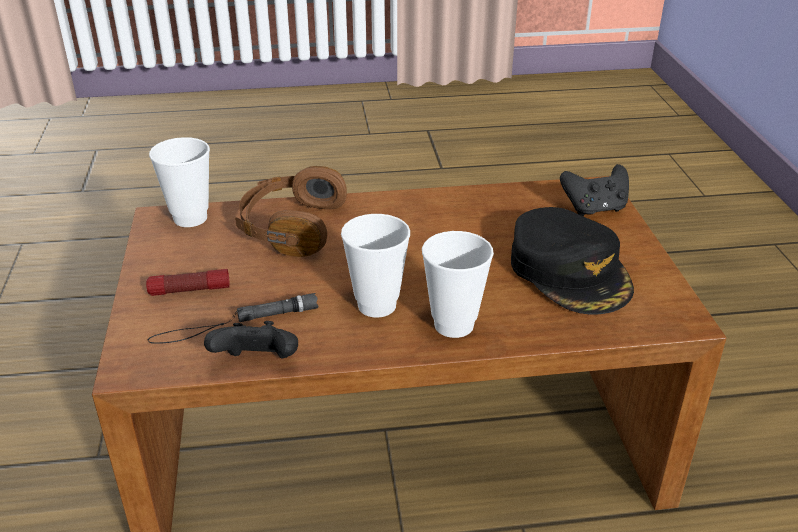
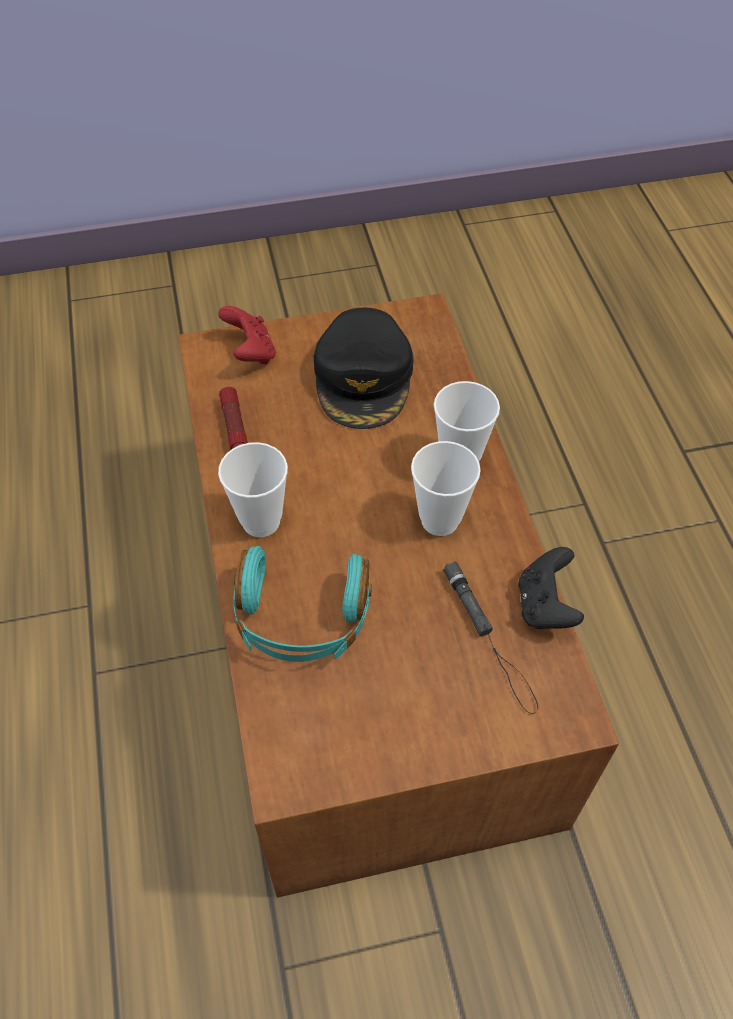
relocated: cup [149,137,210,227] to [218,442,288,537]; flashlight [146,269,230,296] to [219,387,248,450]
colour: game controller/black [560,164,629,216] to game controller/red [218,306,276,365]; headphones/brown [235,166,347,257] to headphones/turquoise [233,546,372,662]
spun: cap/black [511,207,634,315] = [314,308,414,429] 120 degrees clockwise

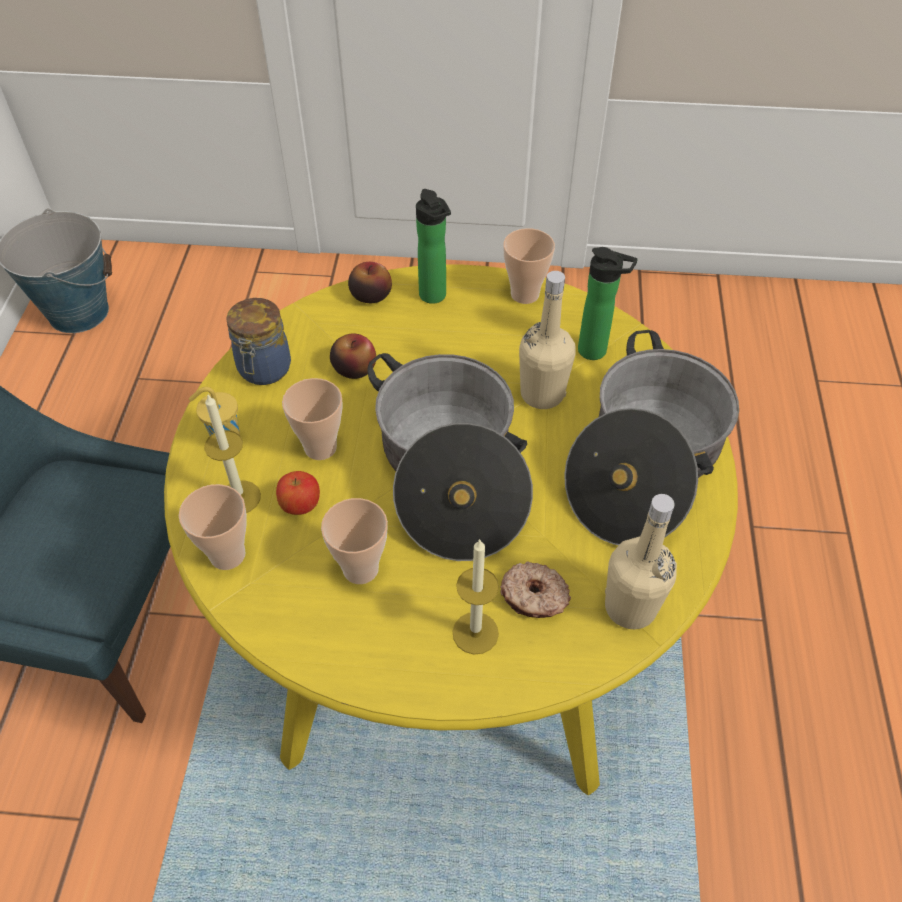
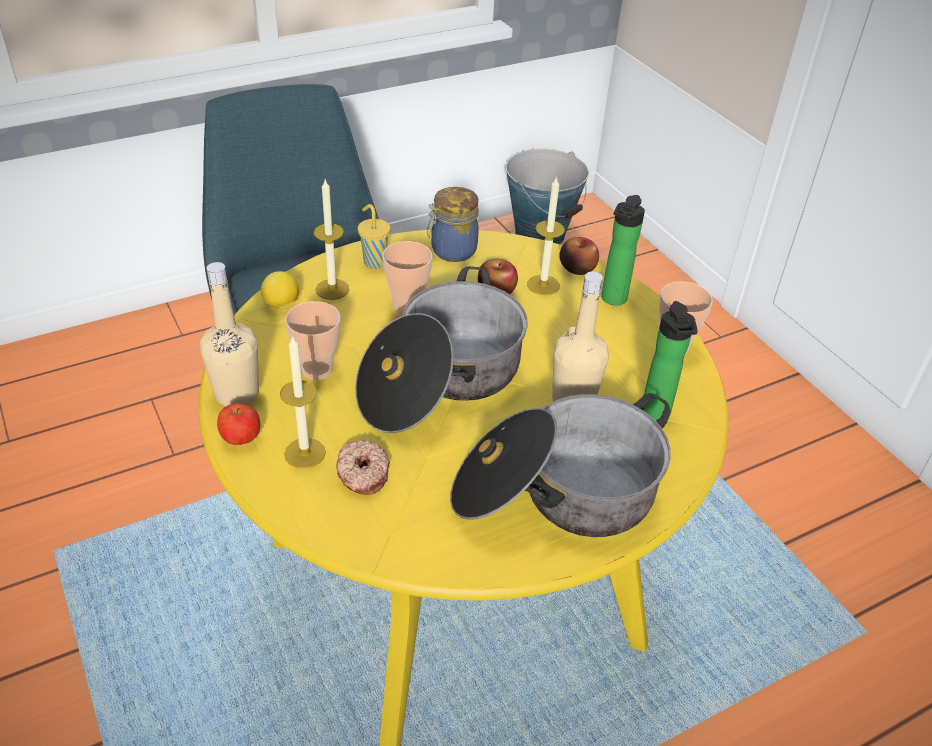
appeared: candle [527,176,565,295]
relocated: apple [276,471,320,515] to [217,403,260,445]; bottle/beige [605,494,677,629] to [200,262,259,406]
exchanged: cup [179,484,247,570] to lemon [261,271,299,308]

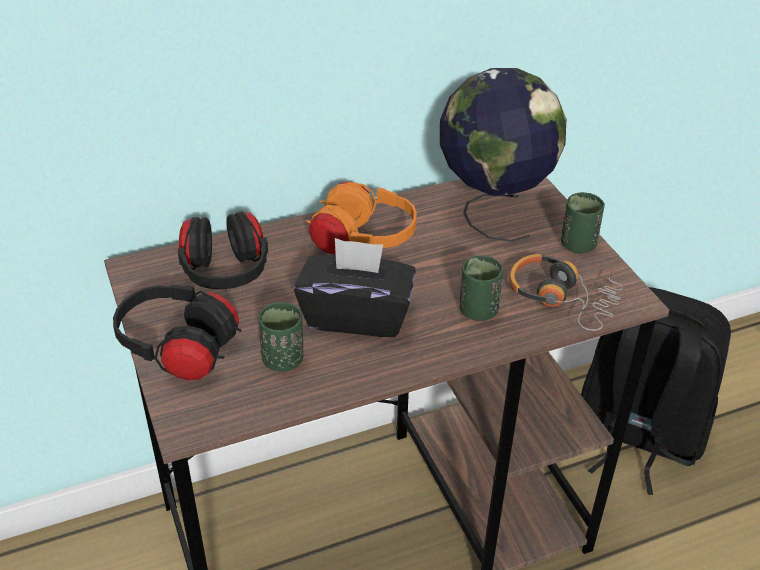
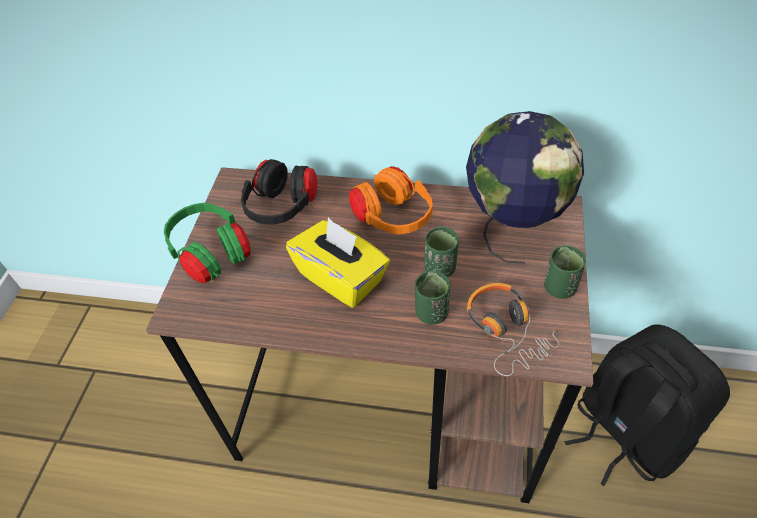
relocated: cup/green [258,302,303,372] to [424,226,459,277]
colour: tissue box/black [294,238,416,337] to tissue box/yellow [286,217,390,308]; headphones/black [113,285,242,381] to headphones/green [164,203,251,283]

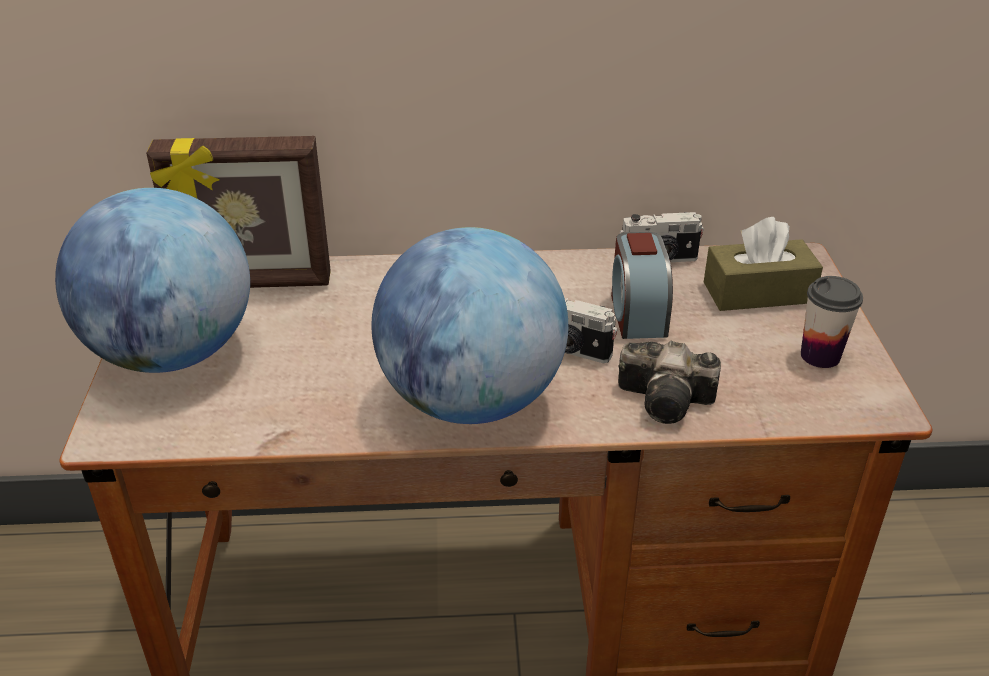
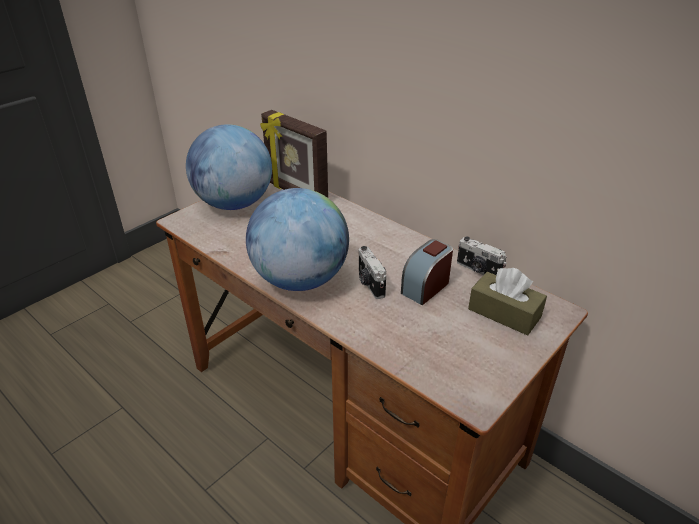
missing: cup [801,276,863,368]; photo camera [618,340,721,424]

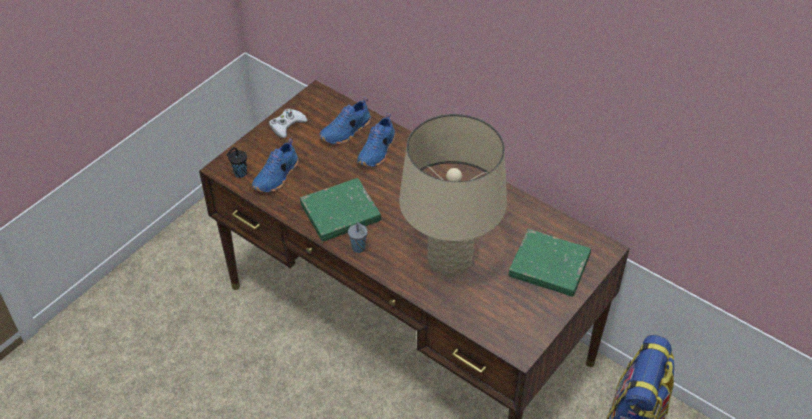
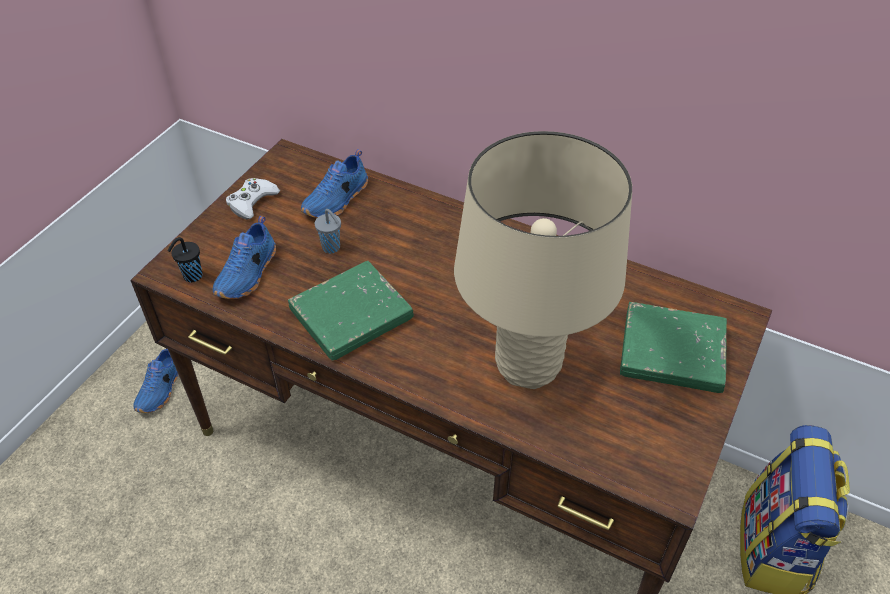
relocated: shoe/blue [357,113,395,167] to [133,348,179,413]; cup/grey [348,222,368,253] to [314,209,341,254]

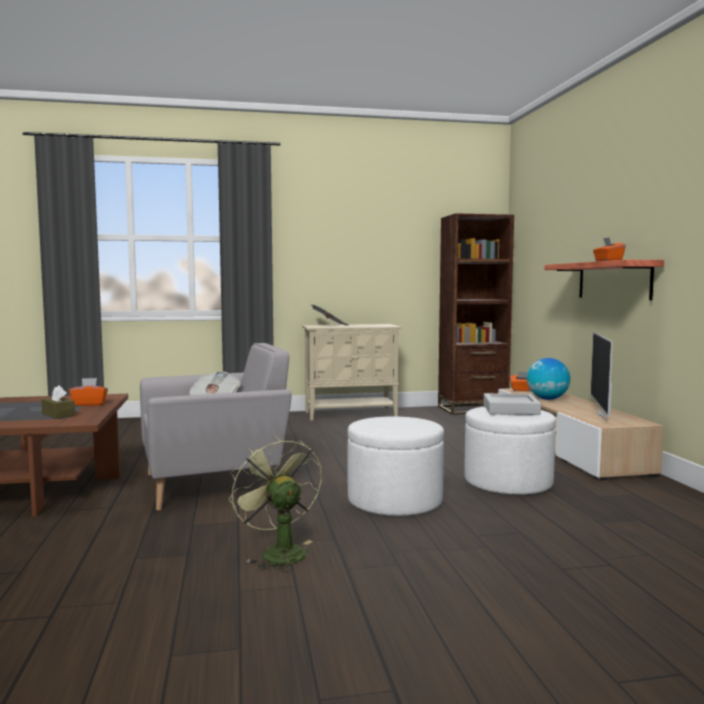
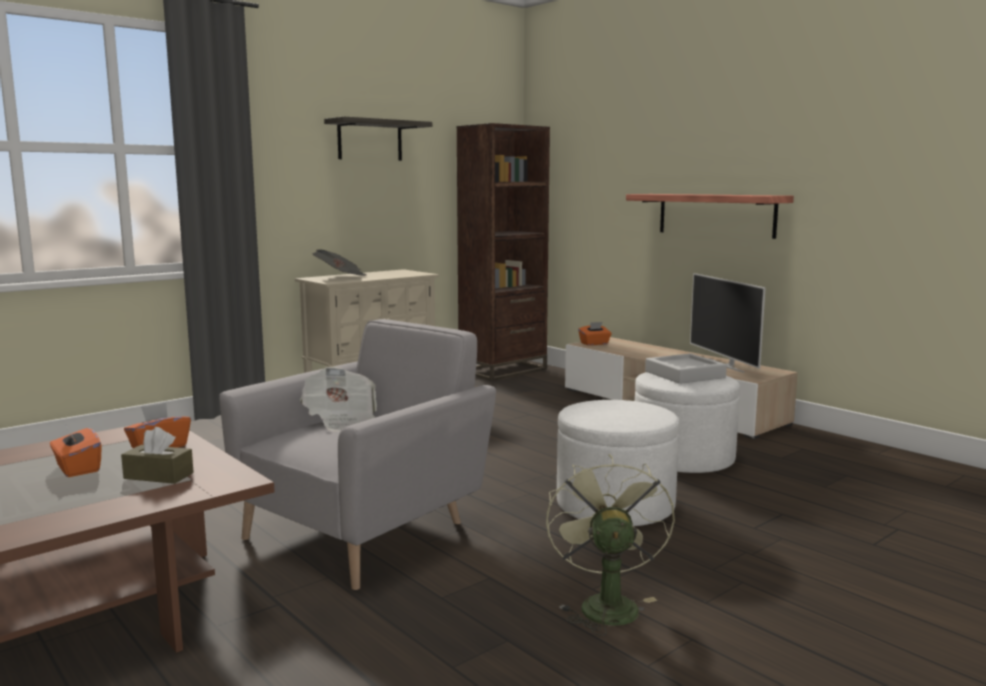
missing: globe [527,358,570,400]
appeared: shelf [324,116,432,161]
relocated: tissue box/orange [593,238,626,261] to [50,424,102,477]
spun: fan/green [229,435,322,572] = [546,454,675,636] 60 degrees clockwise

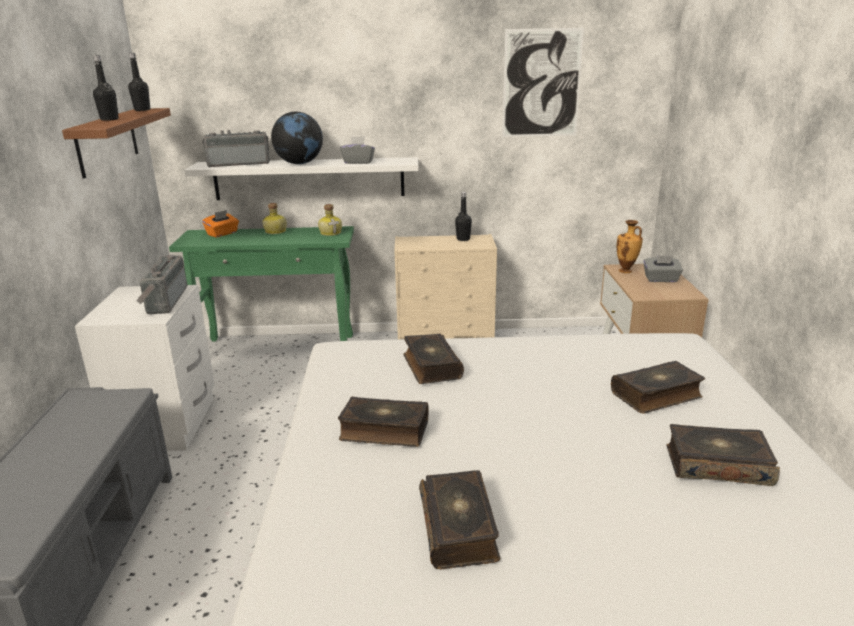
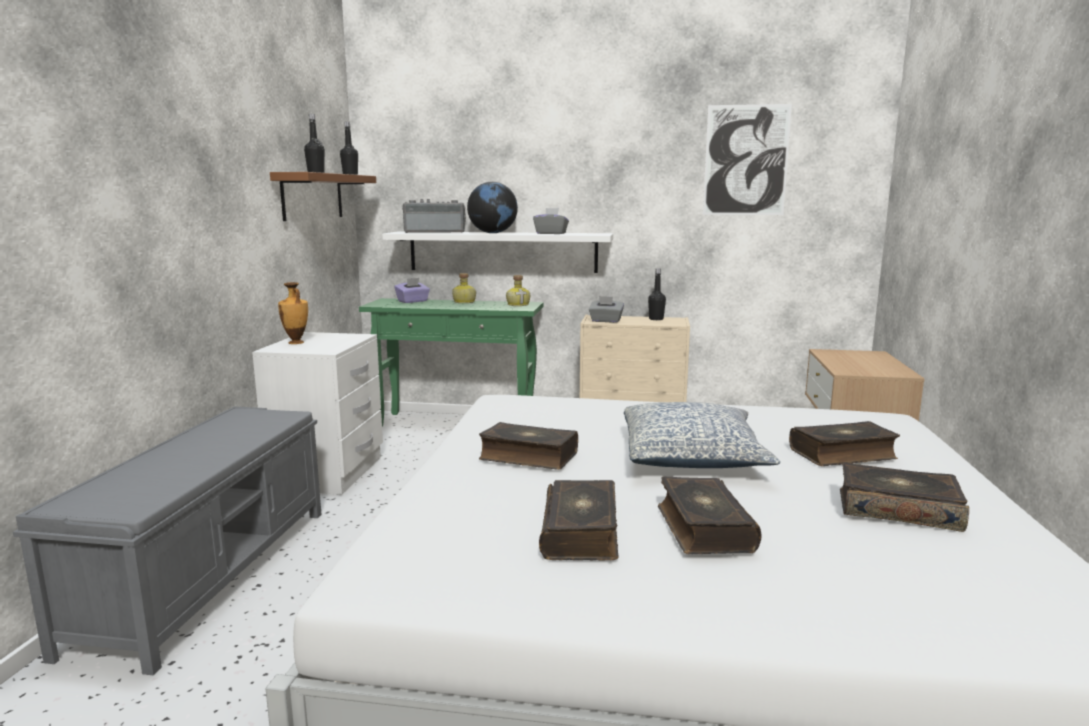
missing: radio [136,255,187,314]
appeared: pillow [624,402,780,468]
relocated: vase [617,220,643,273] to [278,282,308,344]; tissue box/grey [643,255,683,282] to [589,296,624,323]; book [404,334,464,384] to [658,477,762,554]
colour: tissue box/orange [202,210,239,237] to tissue box/purple [394,278,430,303]

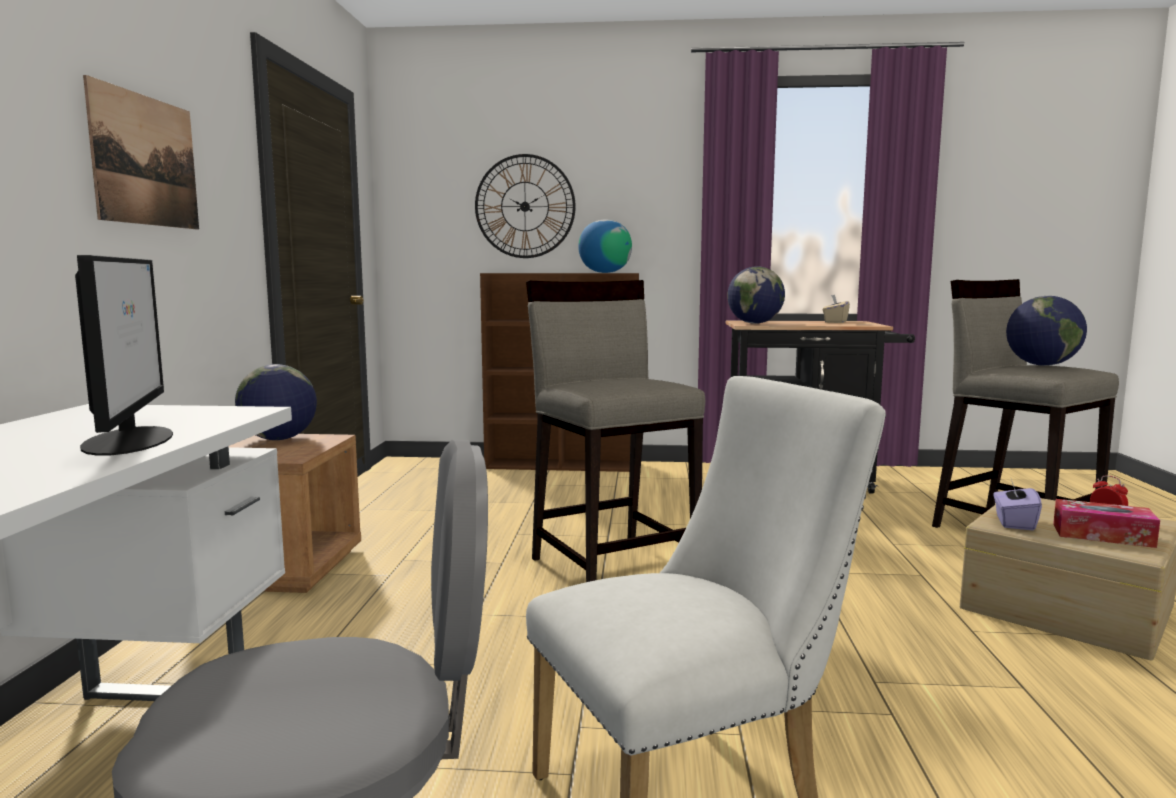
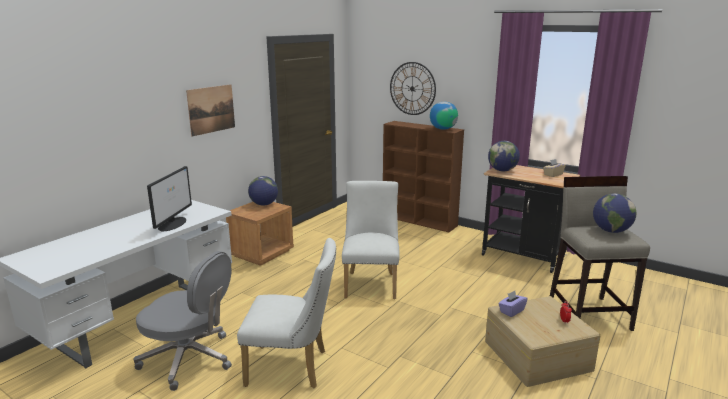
missing: tissue box [1053,499,1160,548]
exchanged: stool/beige [526,280,705,582] to chair/white [342,181,400,299]

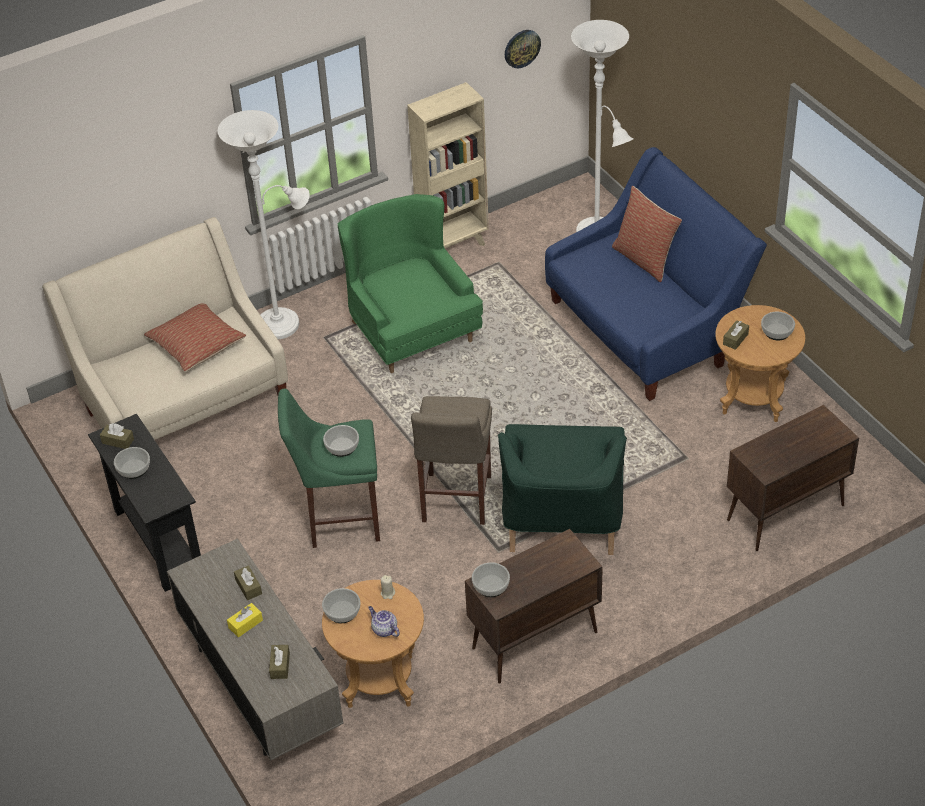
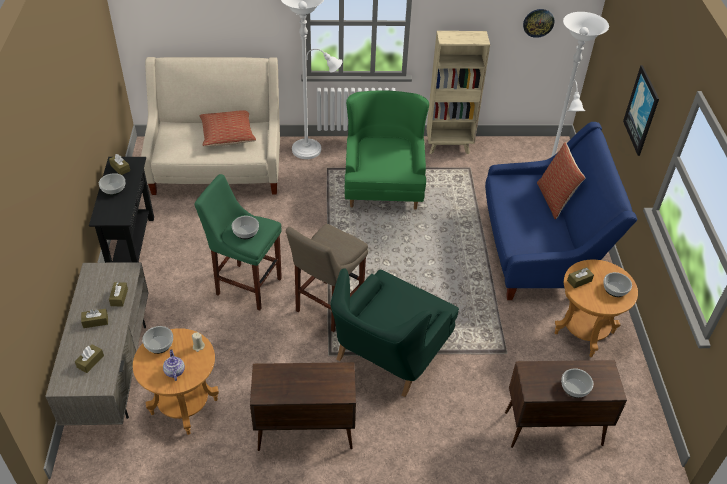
appeared: picture [623,65,659,156]
relocated: bowl [472,562,510,597] to [561,368,593,398]
colour: tissue box/yellow [227,603,263,637] to tissue box/brown [81,309,108,328]

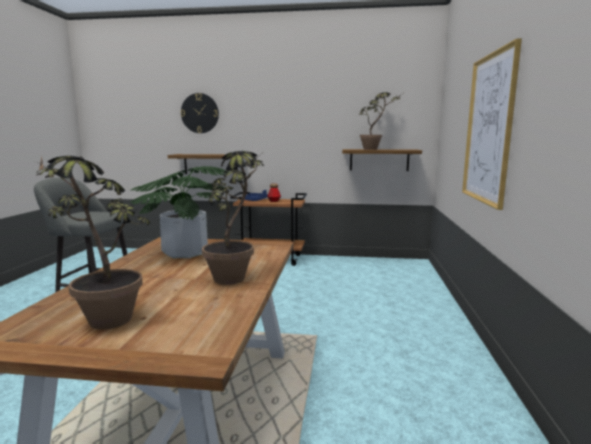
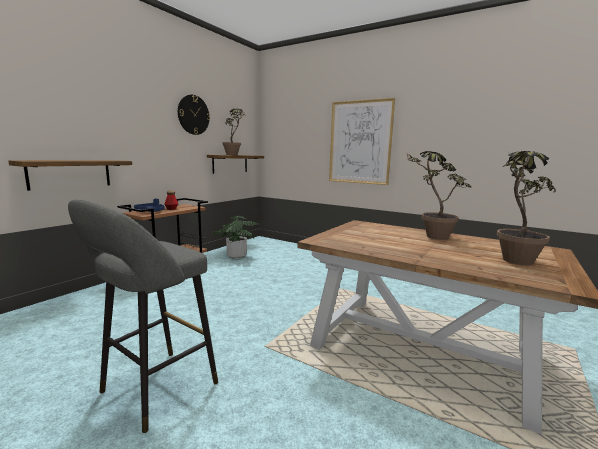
relocated: wall clock [181,93,219,133] to [178,95,210,135]; potted plant [129,166,229,258] to [212,216,259,259]

